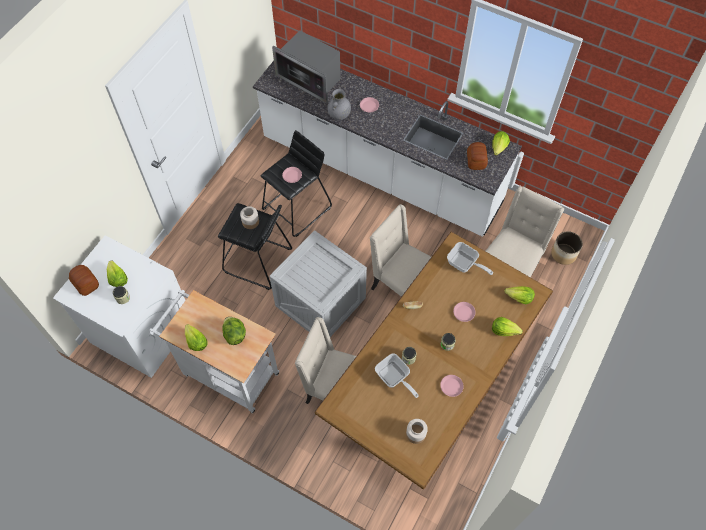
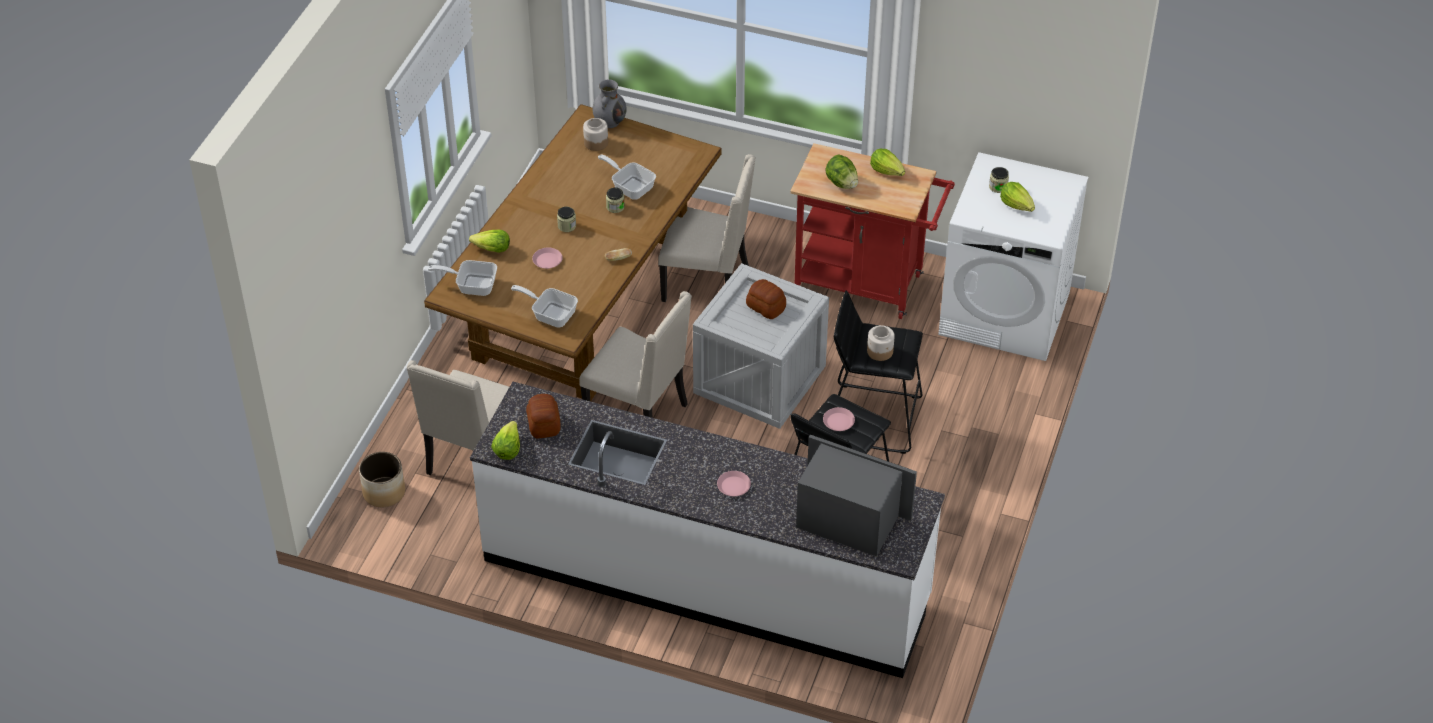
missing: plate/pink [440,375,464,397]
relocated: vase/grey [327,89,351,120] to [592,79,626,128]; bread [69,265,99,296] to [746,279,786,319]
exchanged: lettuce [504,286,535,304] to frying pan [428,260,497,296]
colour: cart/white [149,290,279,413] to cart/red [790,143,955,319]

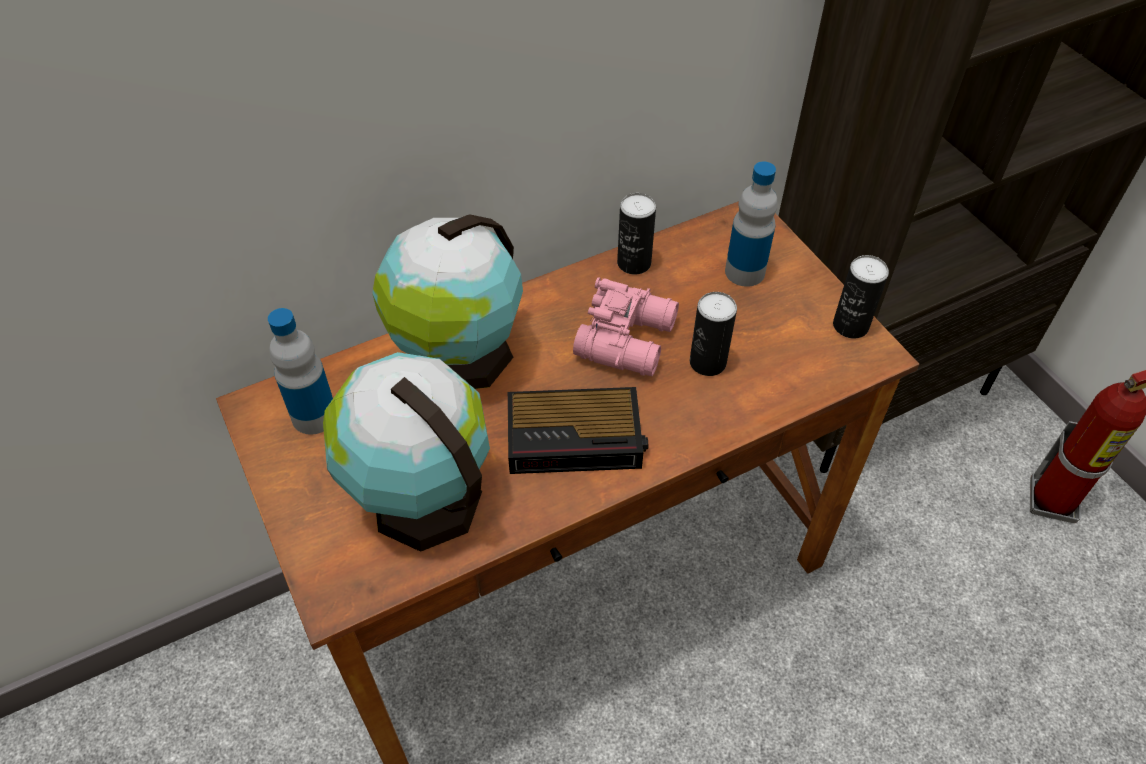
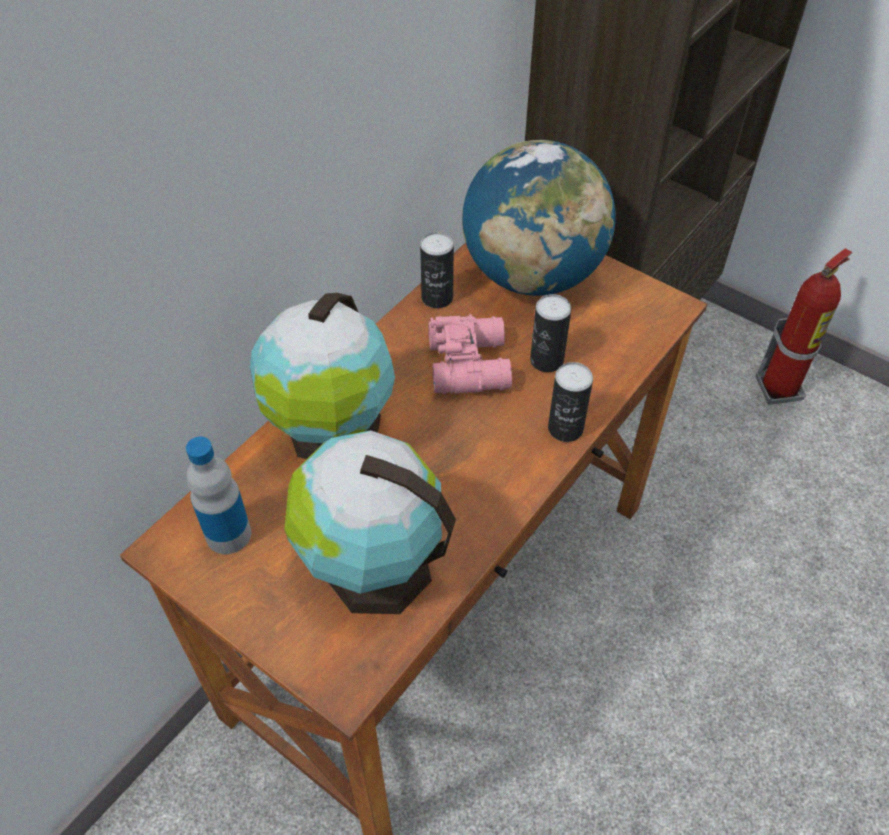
missing: alarm clock [508,387,648,474]
relocated: can [833,255,889,339] to [548,362,593,442]
exchanged: bottle [725,161,778,287] to globe [462,140,616,296]

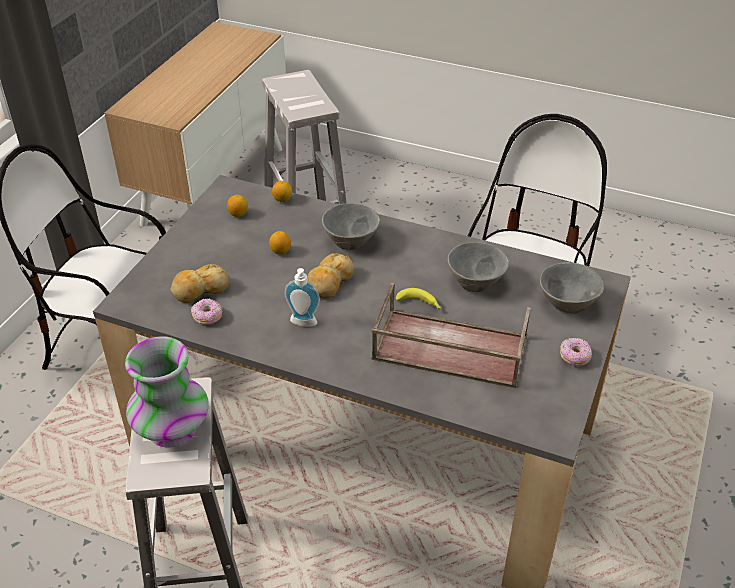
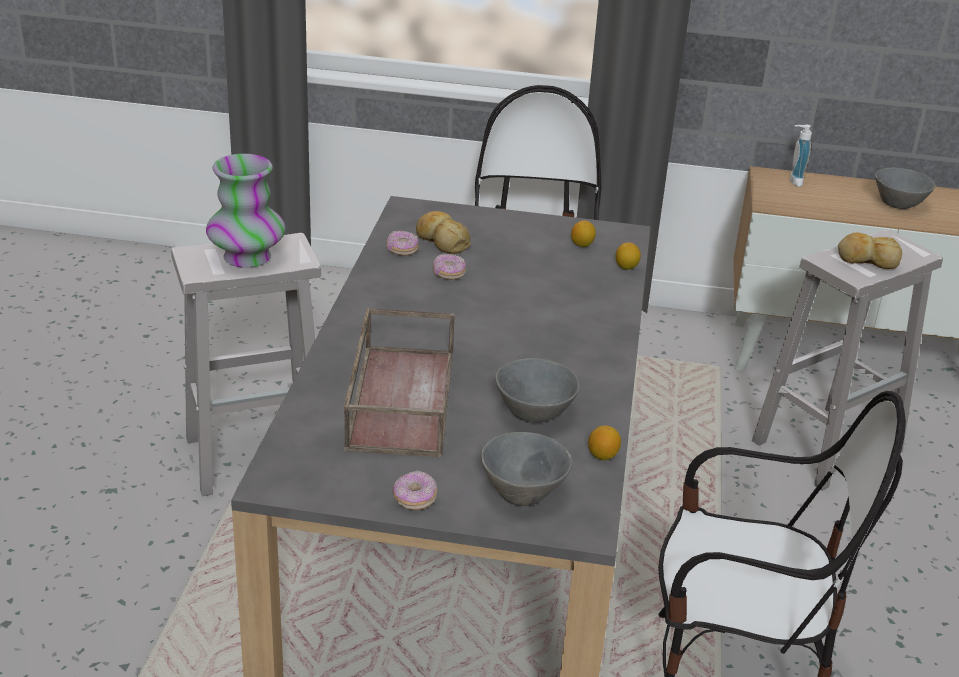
missing: banana [396,288,442,309]
appeared: donut [433,254,466,280]
relocated: bowl/grey [322,203,380,250] to [875,168,935,209]; lemon [269,231,291,255] to [588,425,621,460]; bread [307,253,354,298] to [838,232,902,269]; soap dispenser [284,268,320,327] to [790,125,812,187]

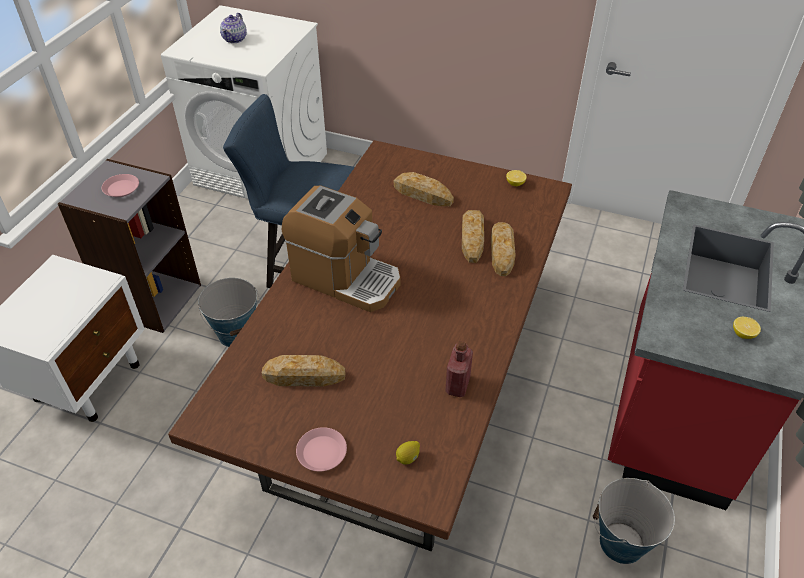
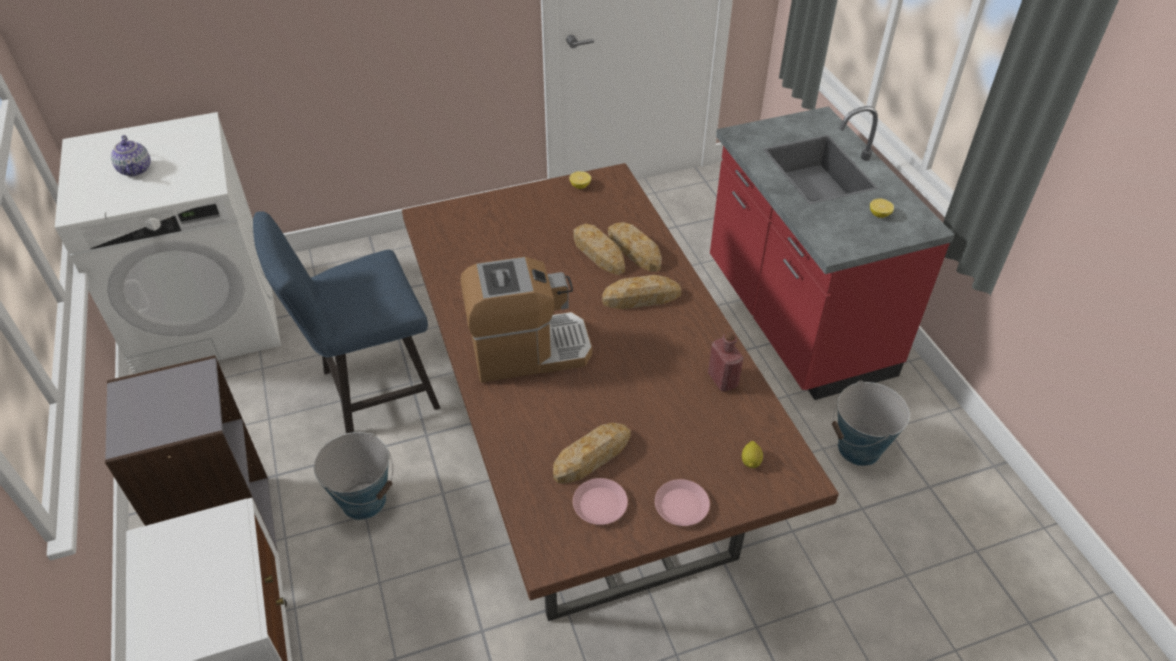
relocated: bread [394,172,454,206] to [602,275,682,309]; plate/pink [102,174,139,197] to [573,478,628,525]

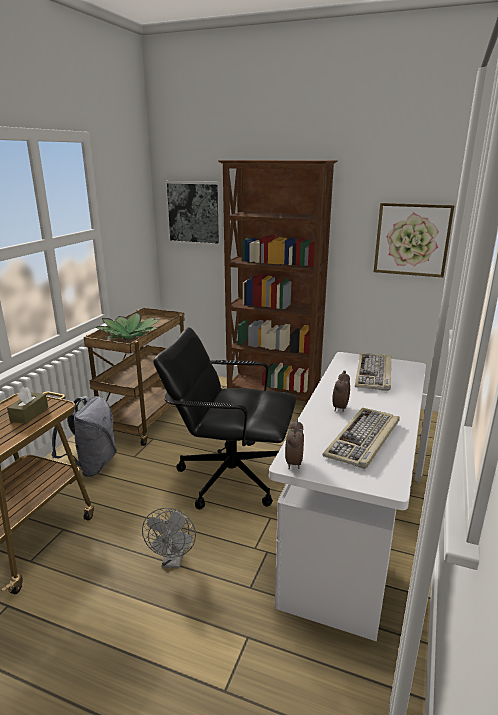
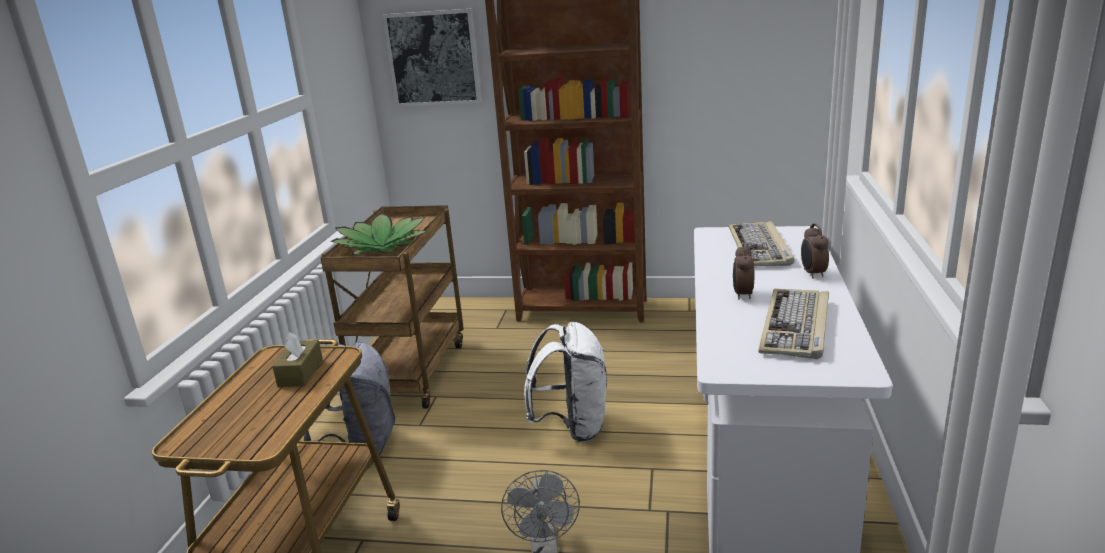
missing: picture [374,203,454,277]
relocated: alarm clock [285,419,304,469] to [801,223,829,279]
exchanged: office chair/black [153,327,297,509] to backpack/white [524,322,607,442]

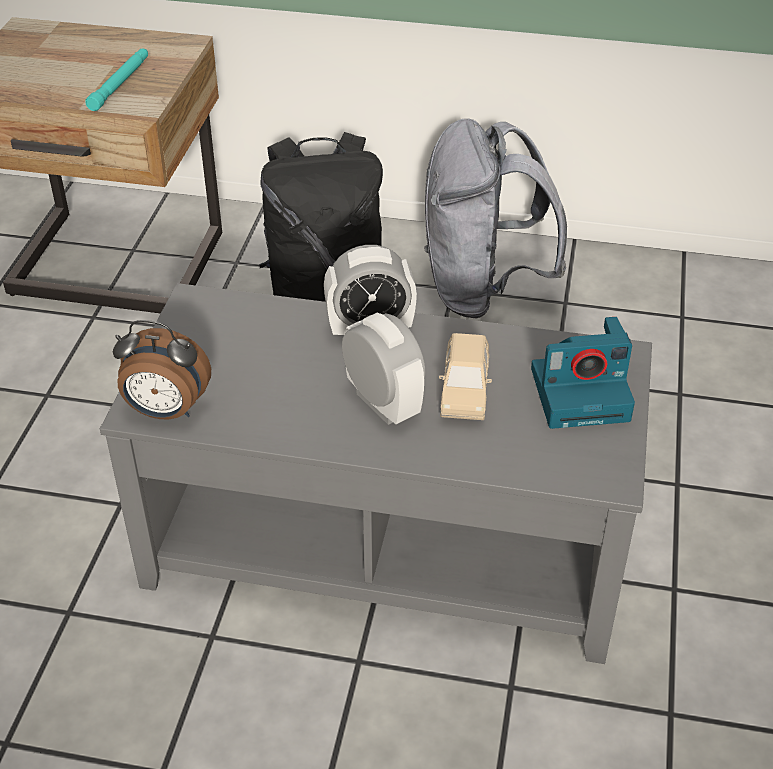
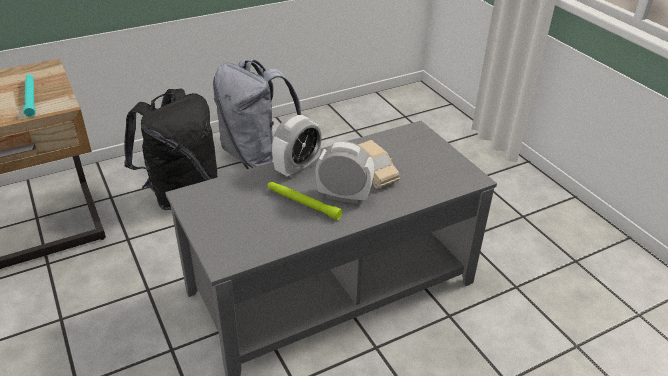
missing: photo camera [531,317,635,429]; alarm clock [113,320,211,420]
appeared: flashlight/green [267,182,342,220]

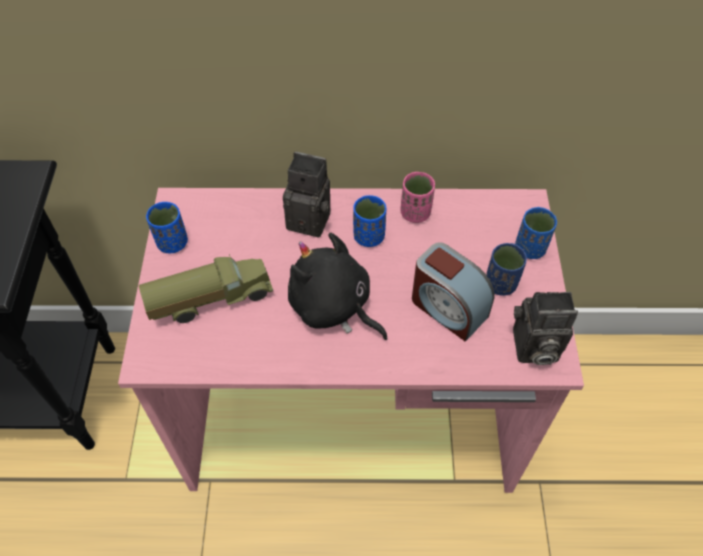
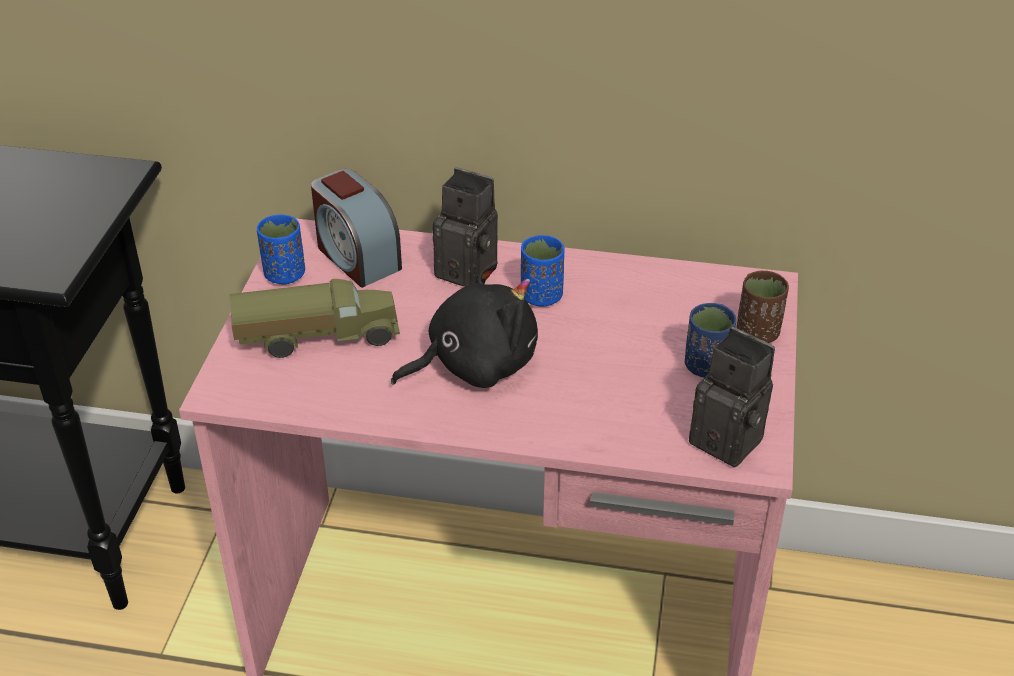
missing: cup/pink [401,172,435,223]
relocated: alarm clock [412,242,495,342] to [311,169,402,288]
colour: cup/blue [515,207,557,259] to cup/brown [736,271,789,343]
spun: plush toy/black [288,233,388,340] = [391,261,538,388] 105 degrees clockwise; photo camera [513,292,578,365] = [689,327,775,467] 150 degrees counterclockwise

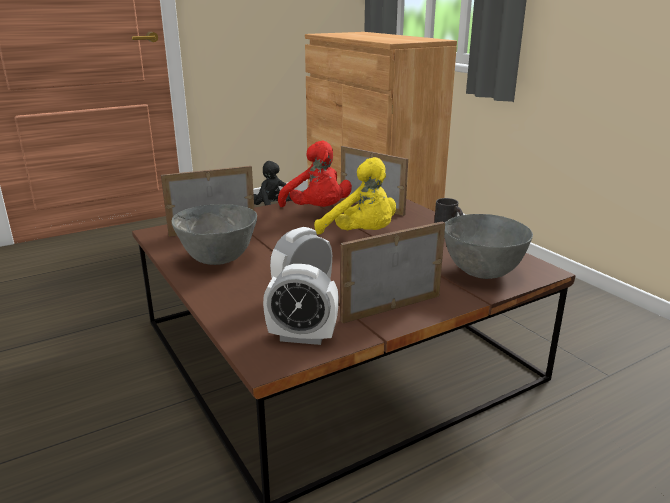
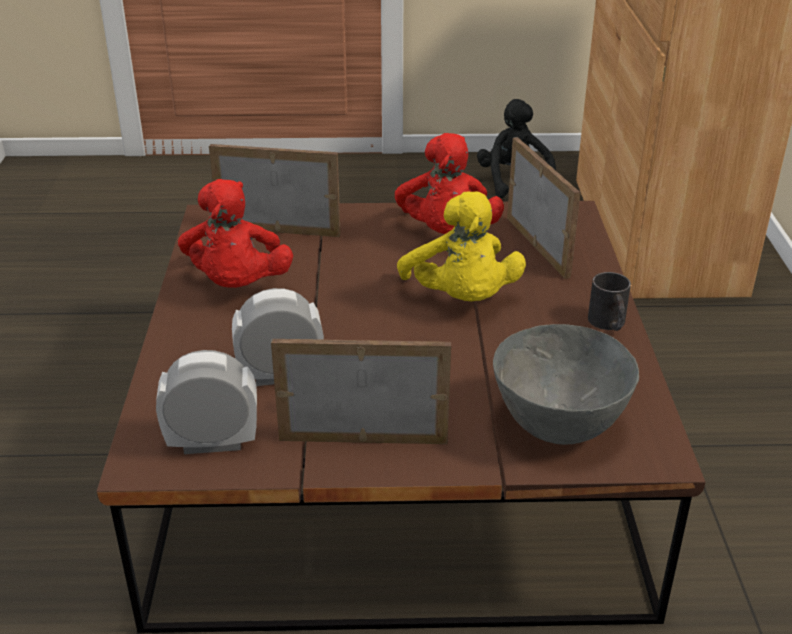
exchanged: bowl/grey [171,204,257,265] to plush toy/red [178,179,293,288]
spun: alarm clock [263,264,339,345] = [156,350,257,454] 135 degrees clockwise

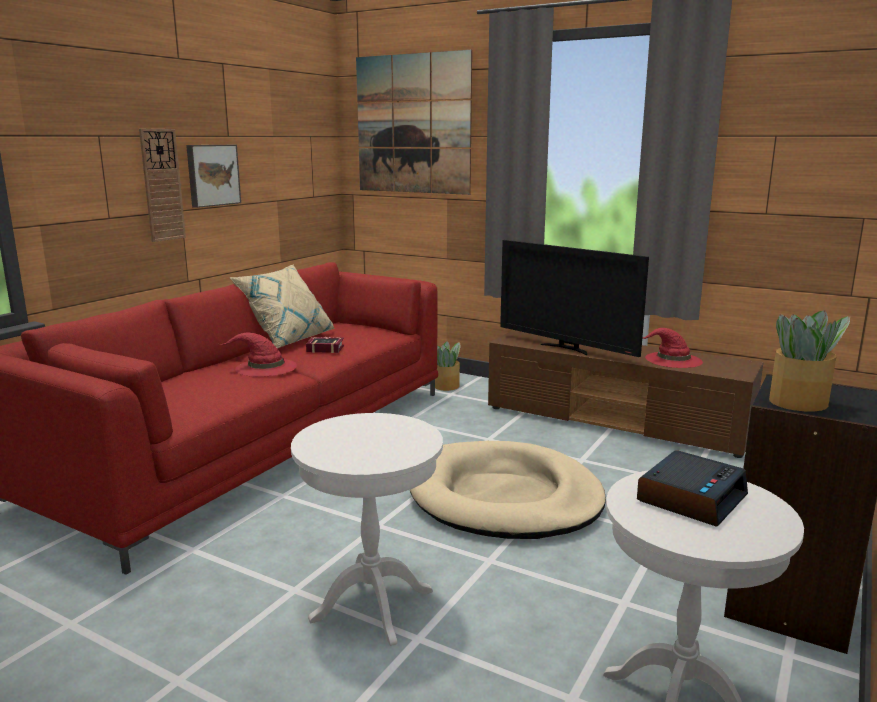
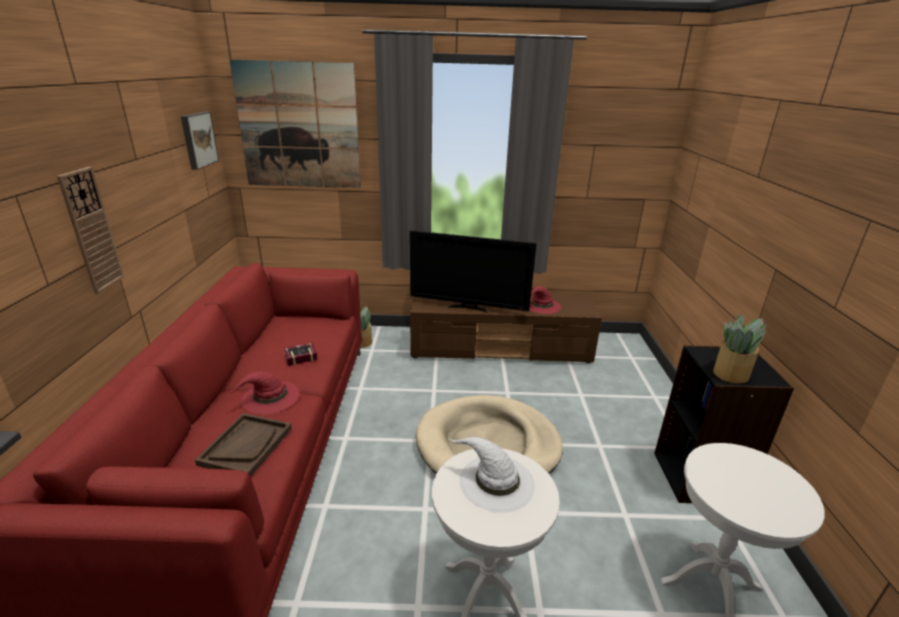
missing: pillow/beige [229,265,335,348]; alarm clock [637,450,748,527]
appeared: tray/brown [195,413,292,477]; hat/white [449,437,535,513]
relocated: picture [186,145,241,208] to [181,112,219,170]

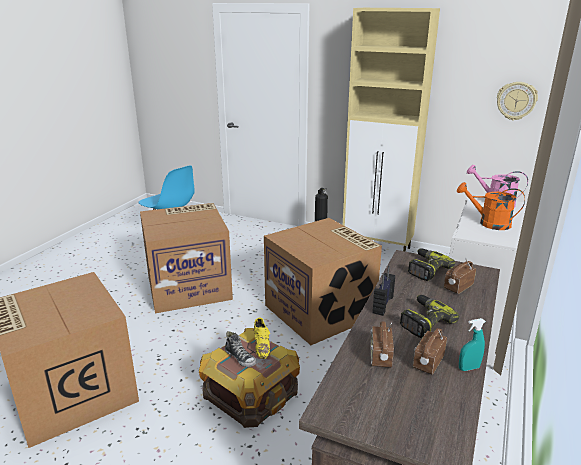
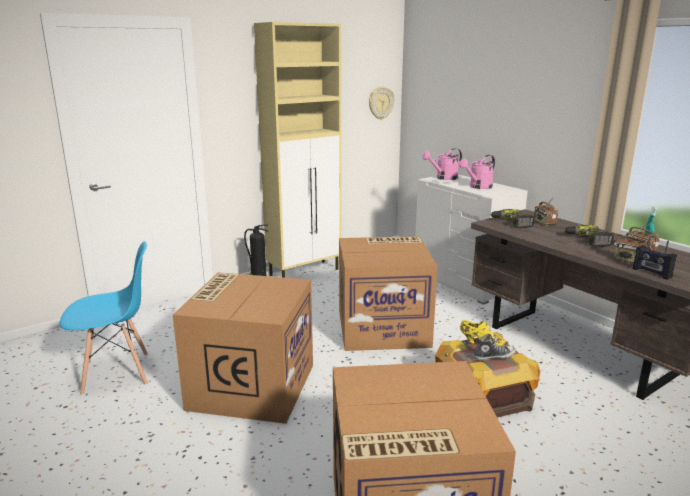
relocated: radio [372,266,395,316] to [633,236,677,280]
colour: watering can/orange [457,182,525,230] to watering can/pink [459,155,495,189]

